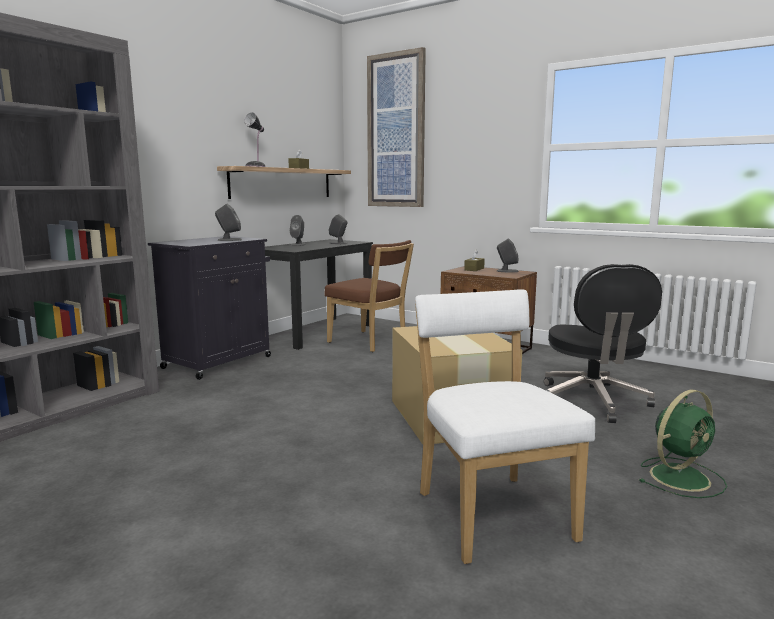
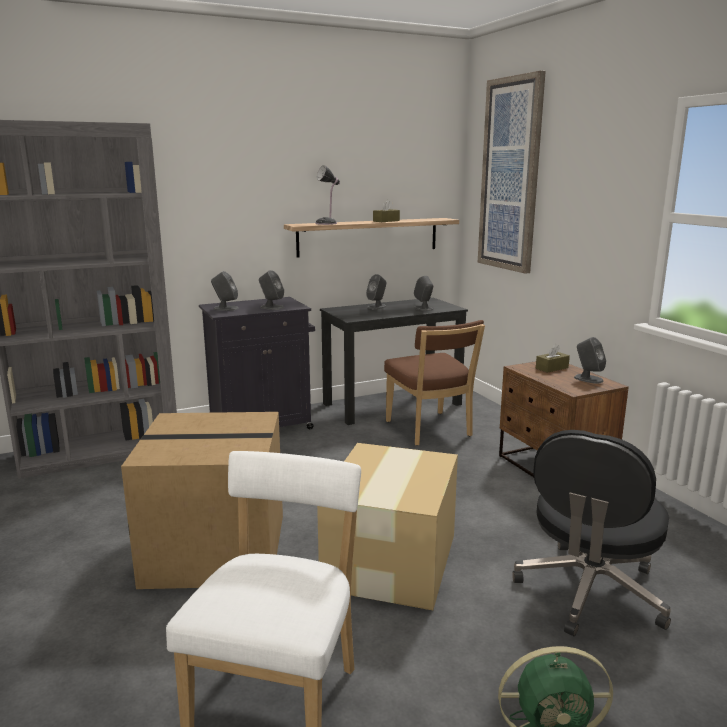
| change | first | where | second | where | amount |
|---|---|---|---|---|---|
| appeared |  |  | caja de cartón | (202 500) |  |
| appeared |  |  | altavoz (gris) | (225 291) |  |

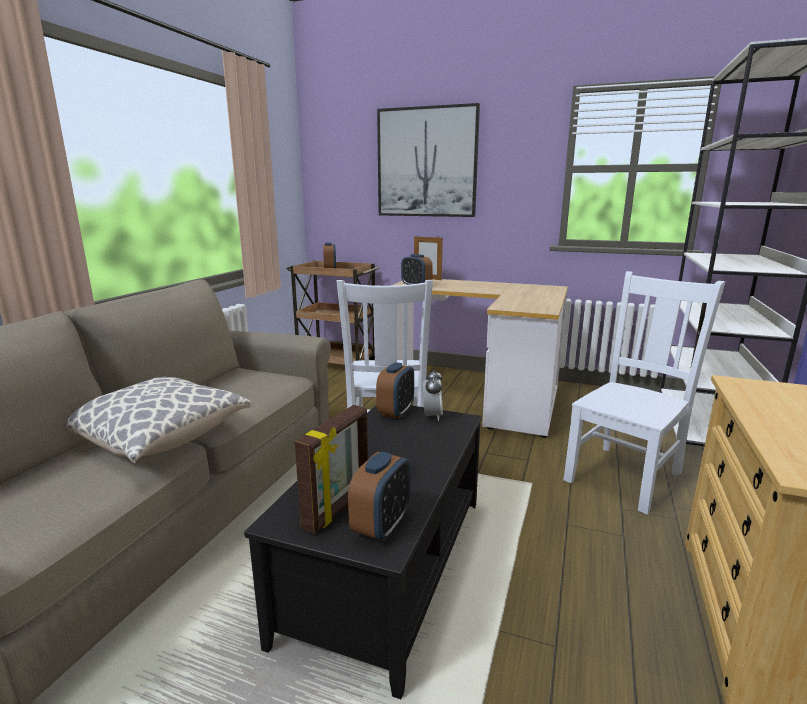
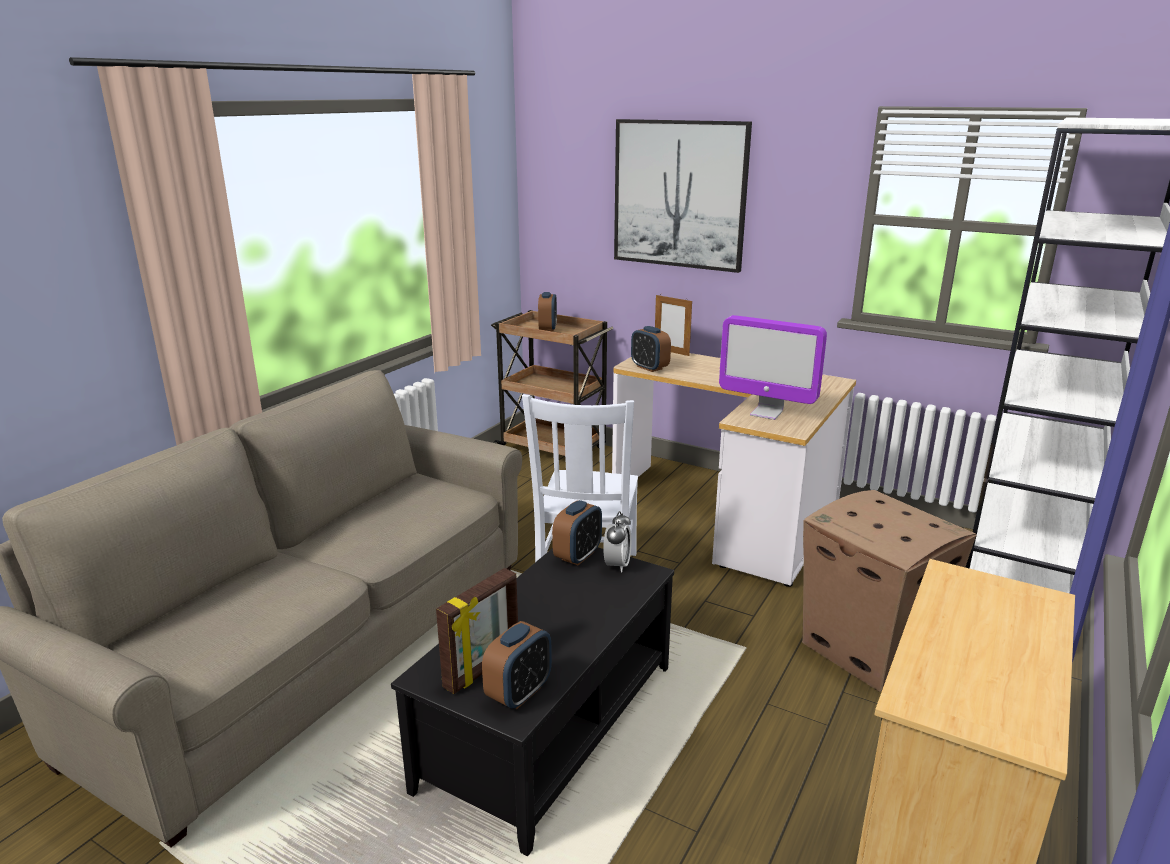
| change | first | where | second | where | amount |
|---|---|---|---|---|---|
| missing | cojín | (159 420) |  |  |  |
| appeared |  |  | monitor | (773 367) |  |
| exchanged | silla (blanco) | (644 393) | caja de cartón | (889 591) |  |

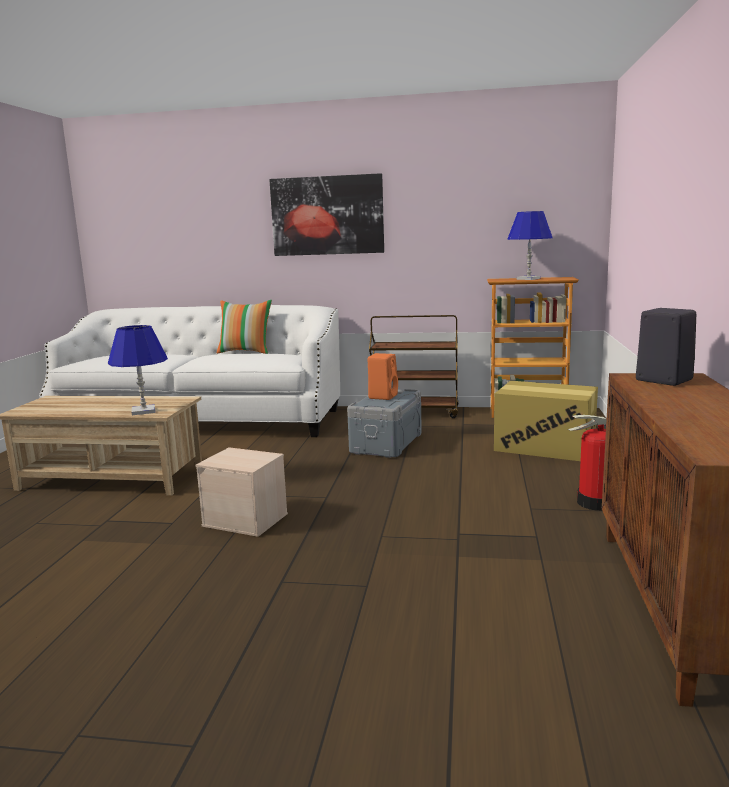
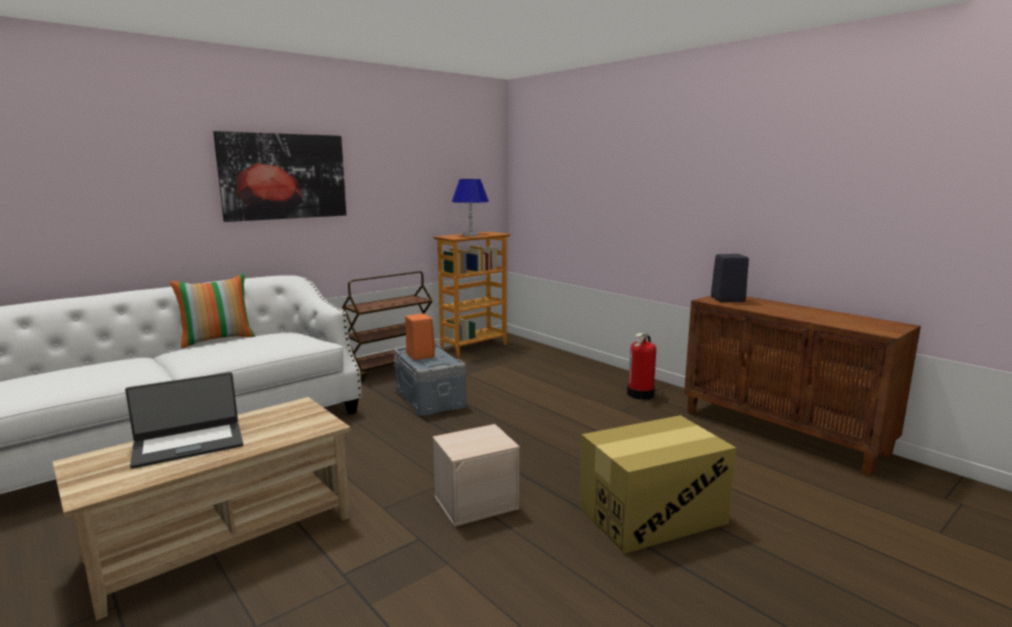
| change | first | where | second | where | amount |
|---|---|---|---|---|---|
| missing | lámpara de mesa (azul) | (138 370) |  |  |  |
| appeared |  |  | portátil | (184 420) |  |
| relocated | caja de cartón | (546 421) |  | (657 484) |  |

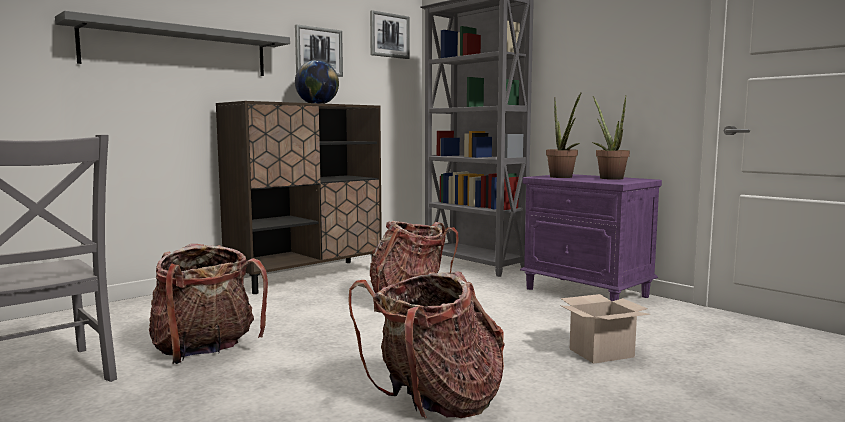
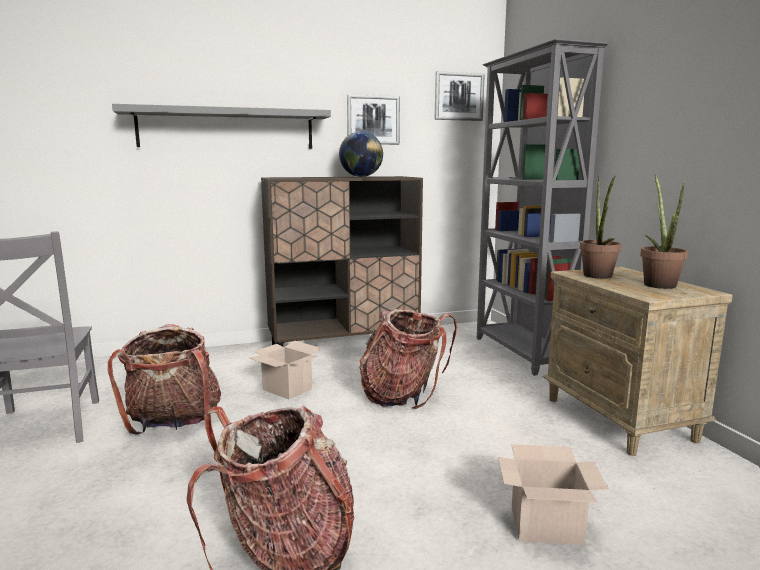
| change | first | where | second | where | amount |
|---|---|---|---|---|---|
| appeared |  |  | caja de cartón | (285 370) |  |
| colour | mesita de noche (morado) | (591 237) | mesita de noche (beis) | (638 361) |  |

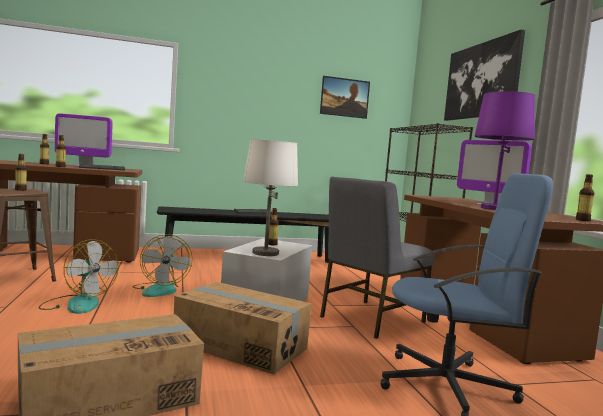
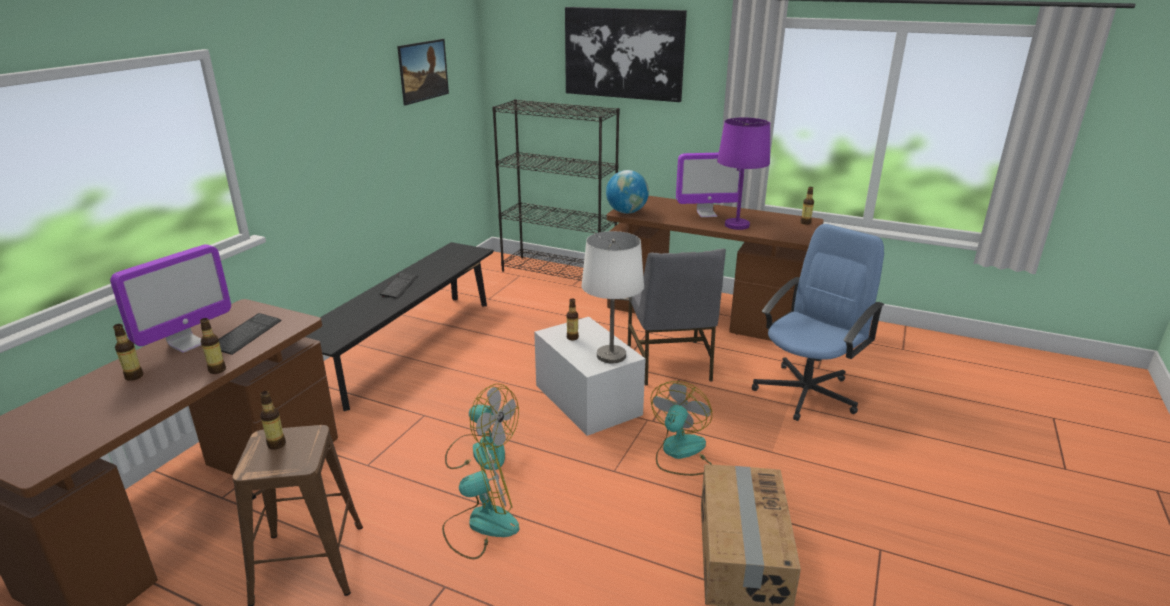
| change | first | where | second | where | amount |
|---|---|---|---|---|---|
| appeared |  |  | globo terráqueo | (627 192) |  |
| exchanged | caja de cartón | (243 328) | ventilador | (682 428) |  |

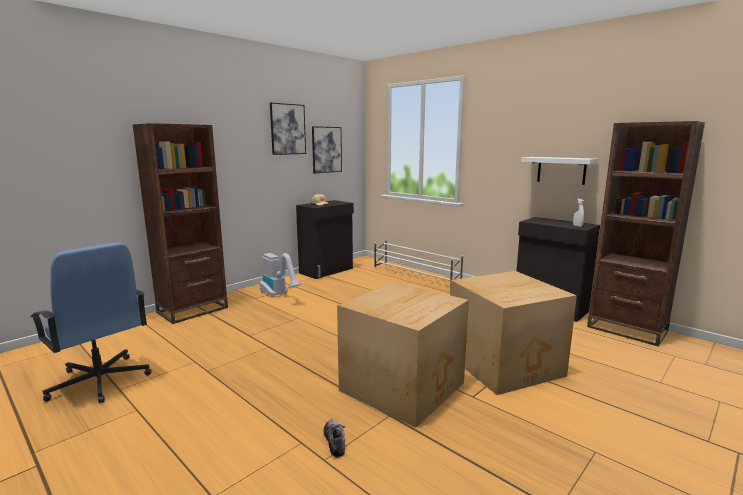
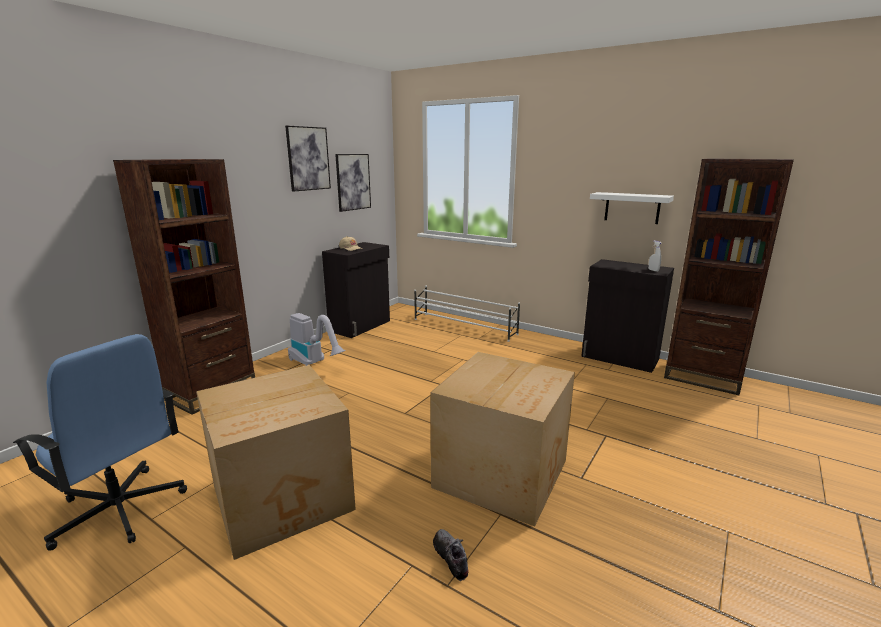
| change | first | where | second | where | amount |
|---|---|---|---|---|---|
| relocated | caja de cartón | (513 333) |  | (276 462) |  |

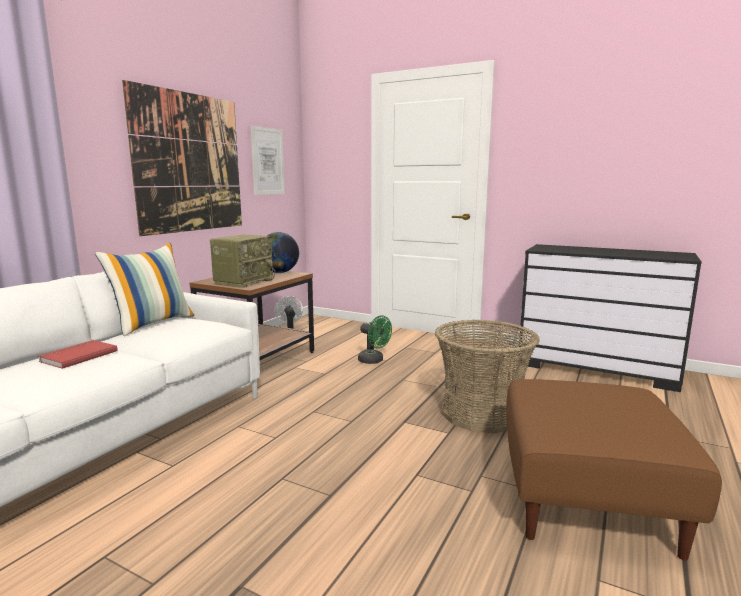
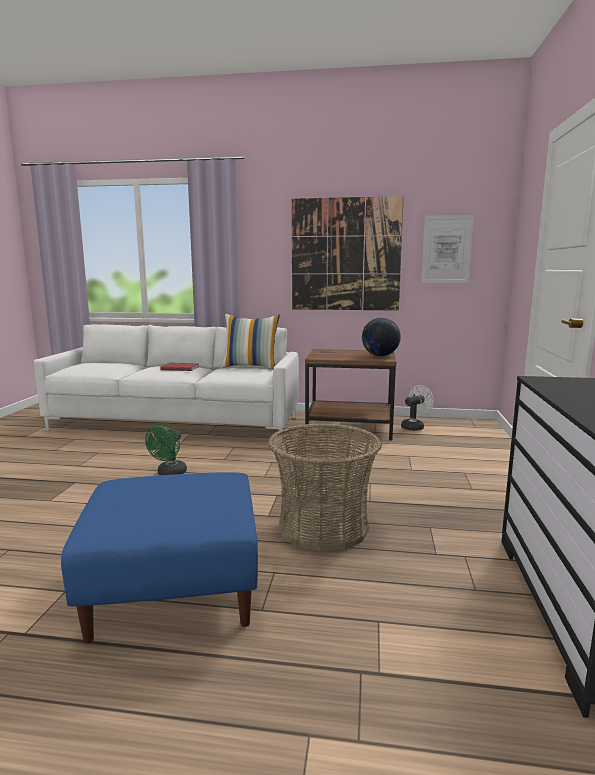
| change | first | where | second | where | amount |
|---|---|---|---|---|---|
| missing | radio | (243 261) |  |  |  |
| relocated | ventilador (verde) | (375 339) |  | (166 449) |  |
| colour | puf (marrón) | (614 470) | puf (azul) | (159 557) |  |

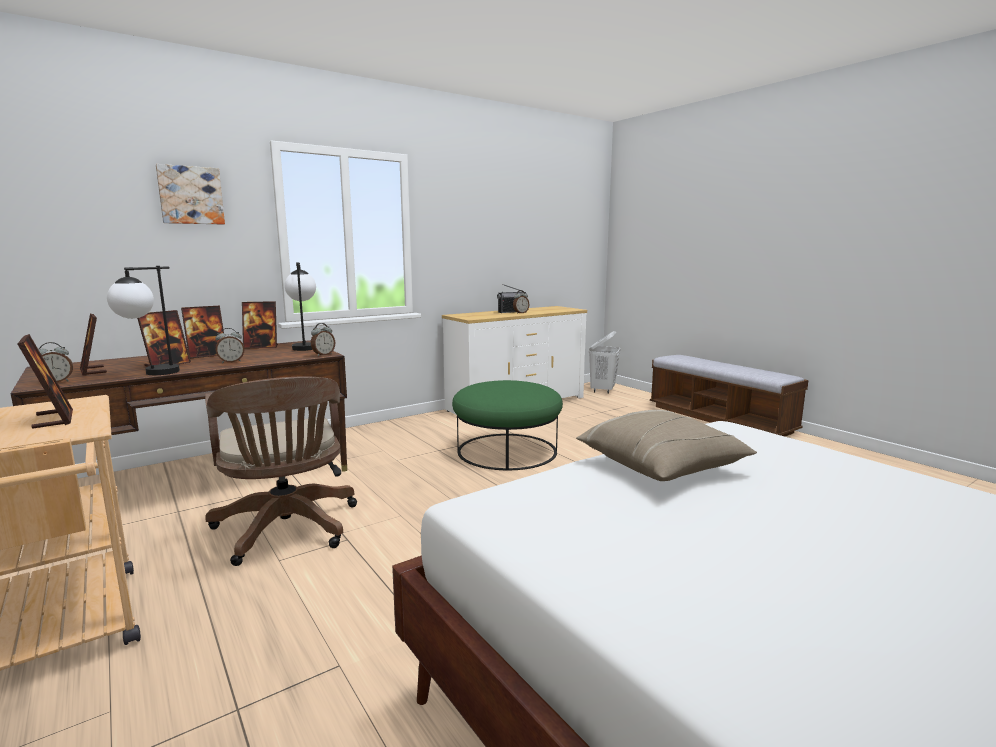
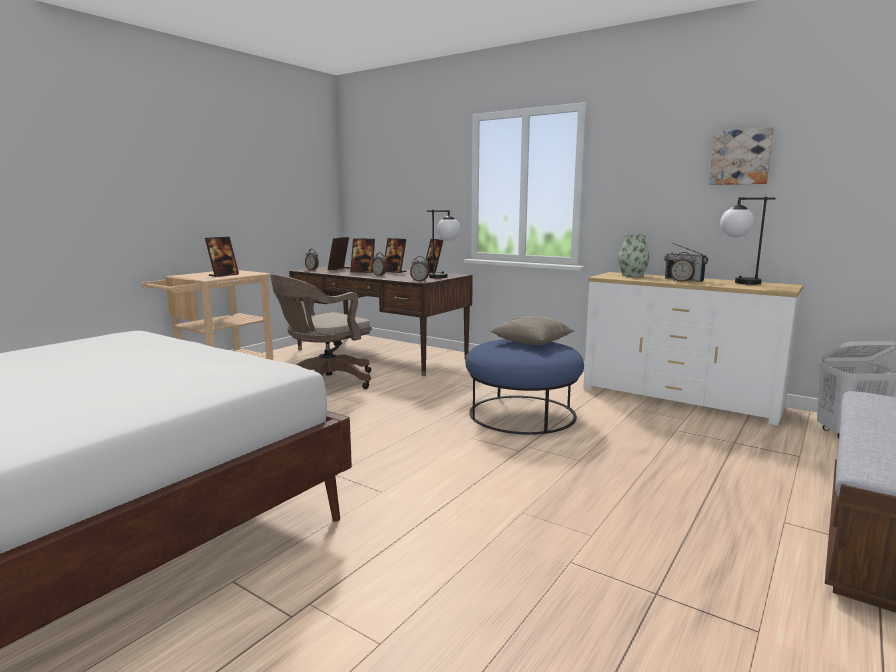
| change | first | where | second | where | amount |
|---|---|---|---|---|---|
| appeared |  |  | florero | (634 255) |  |
| relocated | lámpara de mesa | (143 320) |  | (748 241) |  |
| relocated | cuadro | (190 194) |  | (741 156) |  |
| relocated | cojín (beis) | (666 445) |  | (532 330) |  |
| colour | puf (verde) | (507 425) | puf (azul) | (524 387) |  |

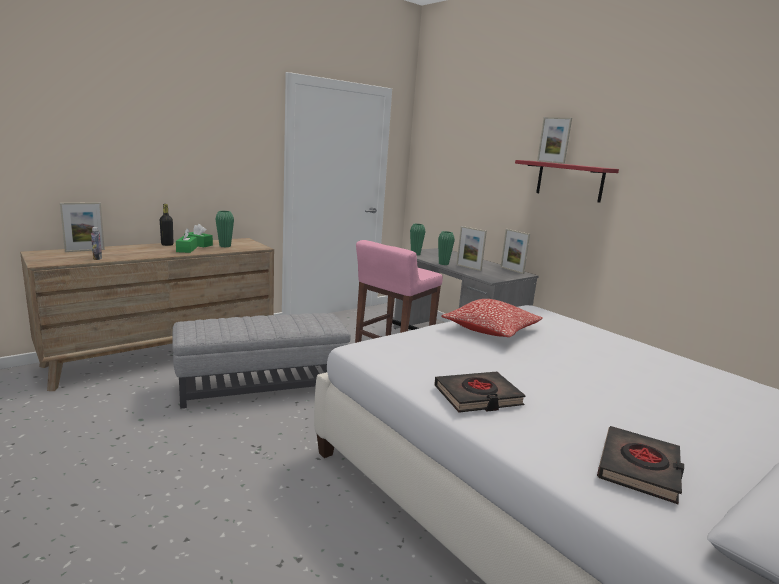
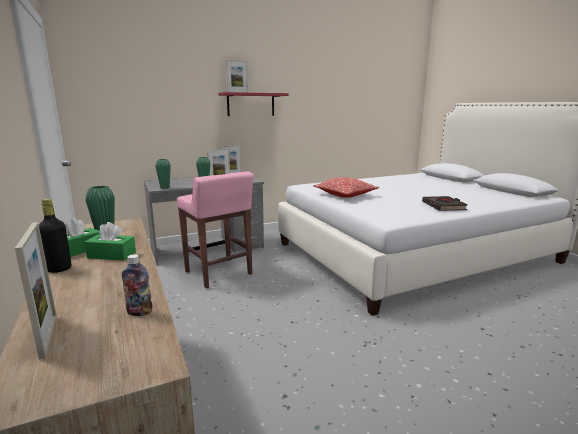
| change | first | where | second | where | amount |
|---|---|---|---|---|---|
| missing | puf (gris) | (261 361) |  |  |  |
| missing | libro (negro) | (640 465) |  |  |  |

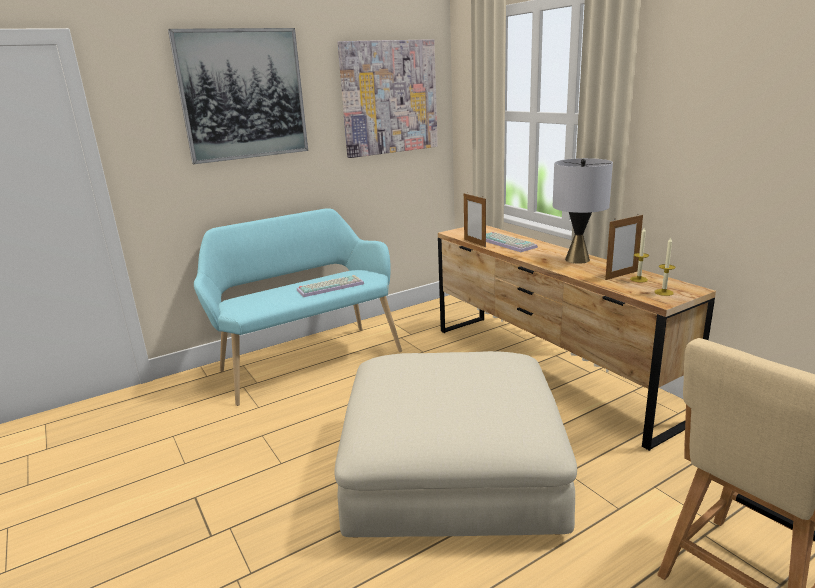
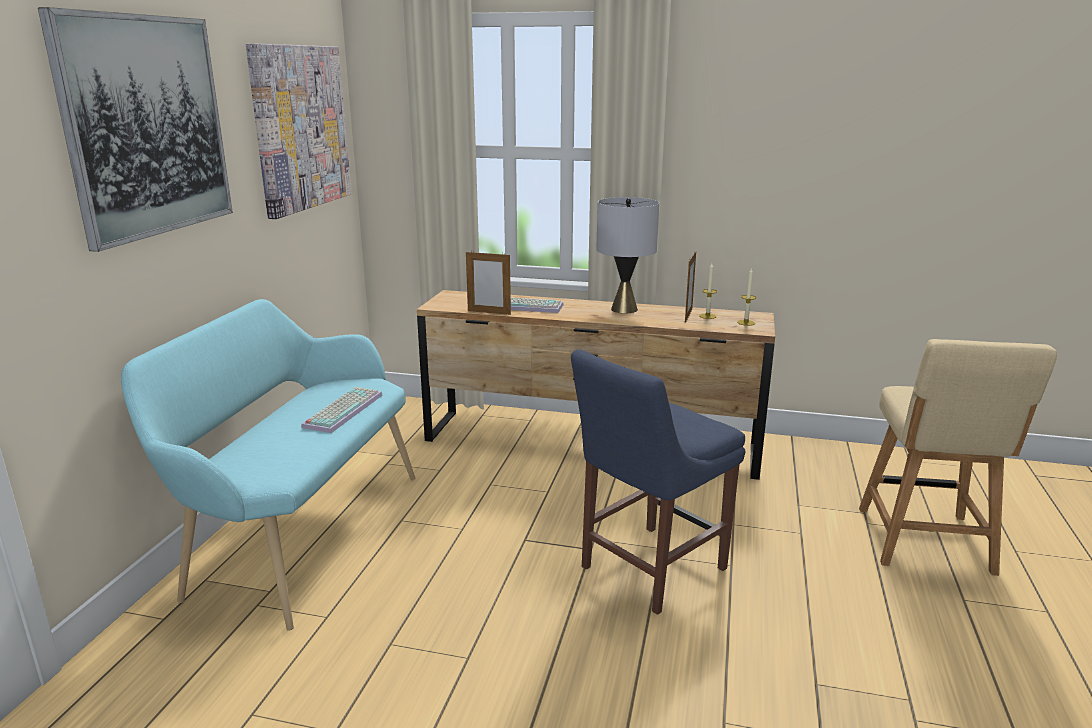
| change | first | where | second | where | amount |
|---|---|---|---|---|---|
| exchanged | puf (beis) | (455 444) | silla (azul) | (658 482) |  |

